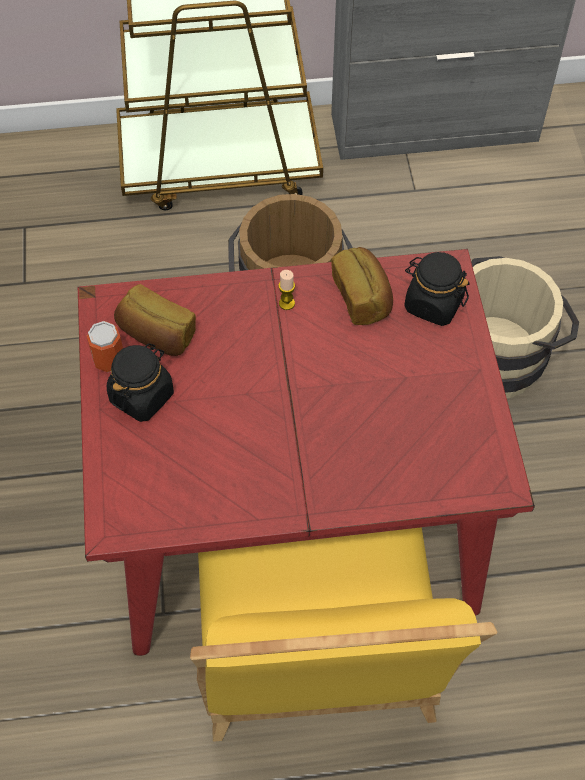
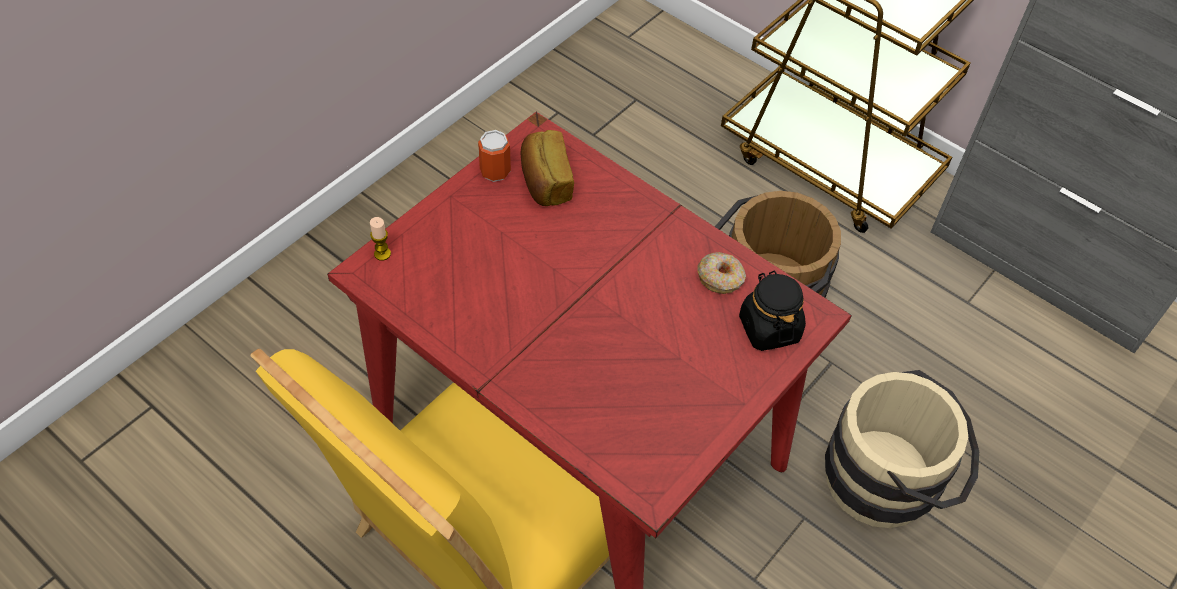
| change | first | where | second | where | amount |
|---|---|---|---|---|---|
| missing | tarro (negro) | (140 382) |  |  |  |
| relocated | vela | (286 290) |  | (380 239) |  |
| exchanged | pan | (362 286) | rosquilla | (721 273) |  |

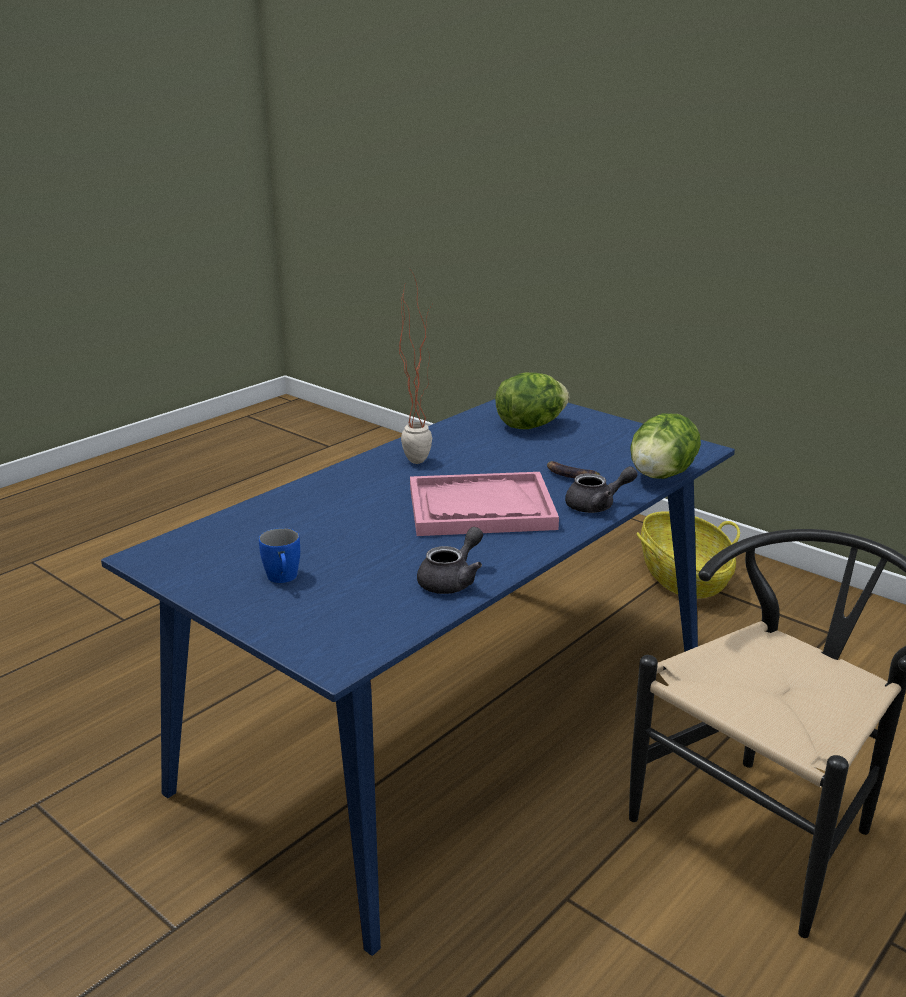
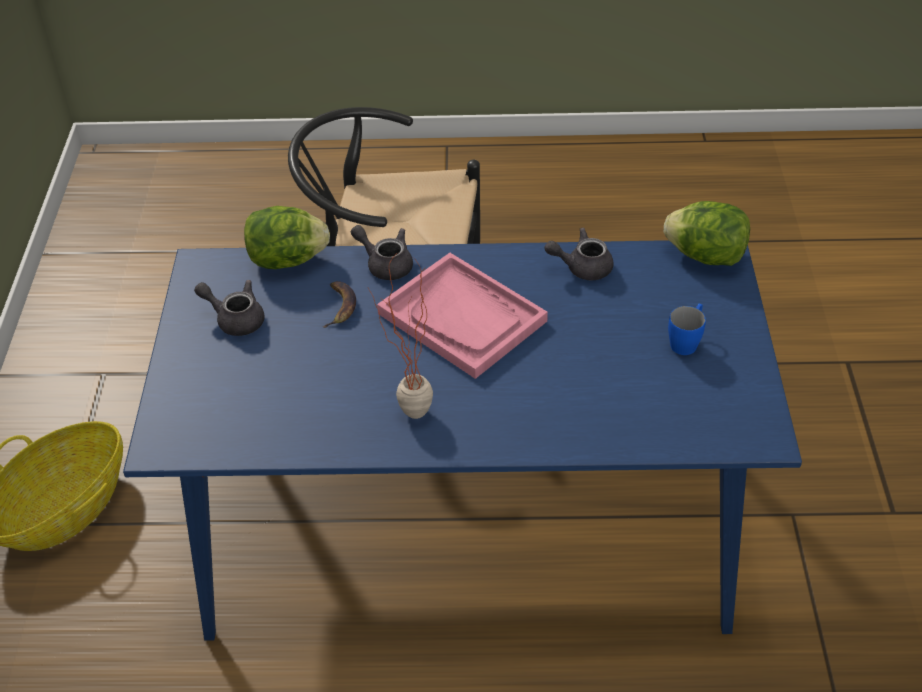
| change | first | where | second | where | amount |
|---|---|---|---|---|---|
| appeared |  |  | tetera (gris) | (229 308) |  |
| relocated | lechuga | (532 401) |  | (707 233) |  |

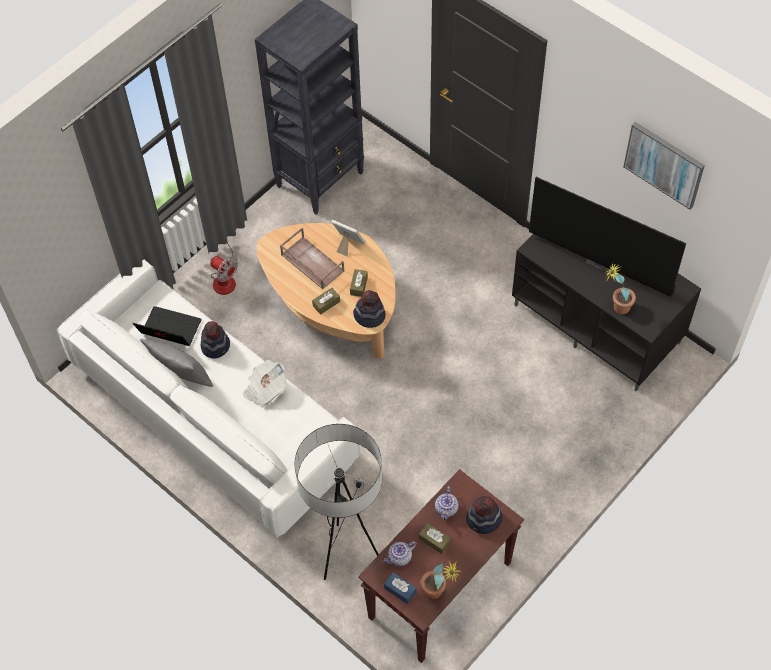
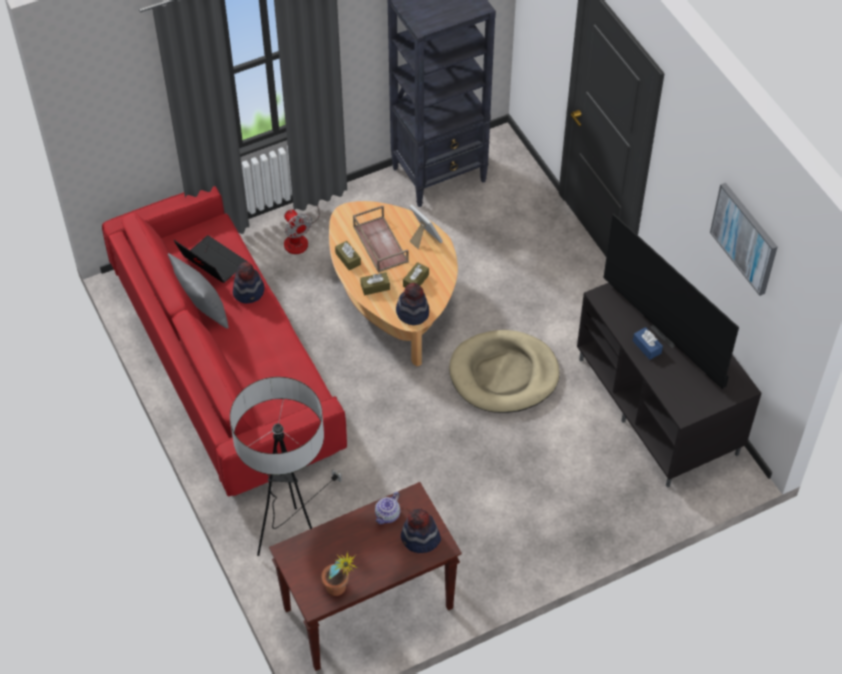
| change | first | where | second | where | amount |
|---|---|---|---|---|---|
| missing | periódico | (265 384) |  |  |  |
| missing | tetera | (400 553) |  |  |  |
| missing | planta en maceta | (620 288) |  |  |  |
| appeared |  |  | cama para perro (beis) | (504 371) |  |
| relocated | caja de pañuelos (azul) | (400 588) |  | (648 343) |  |
| relocated | caja de pañuelos (marrón) | (435 538) |  | (348 255) |  |
| colour | sofá (blanco) | (208 398) | sofá (rojo) | (224 341) |  |

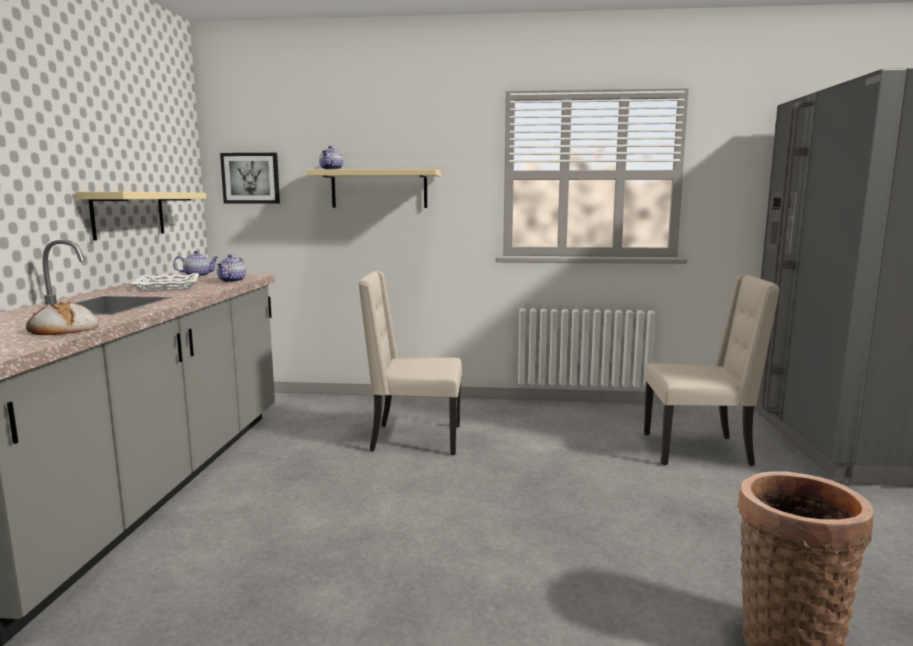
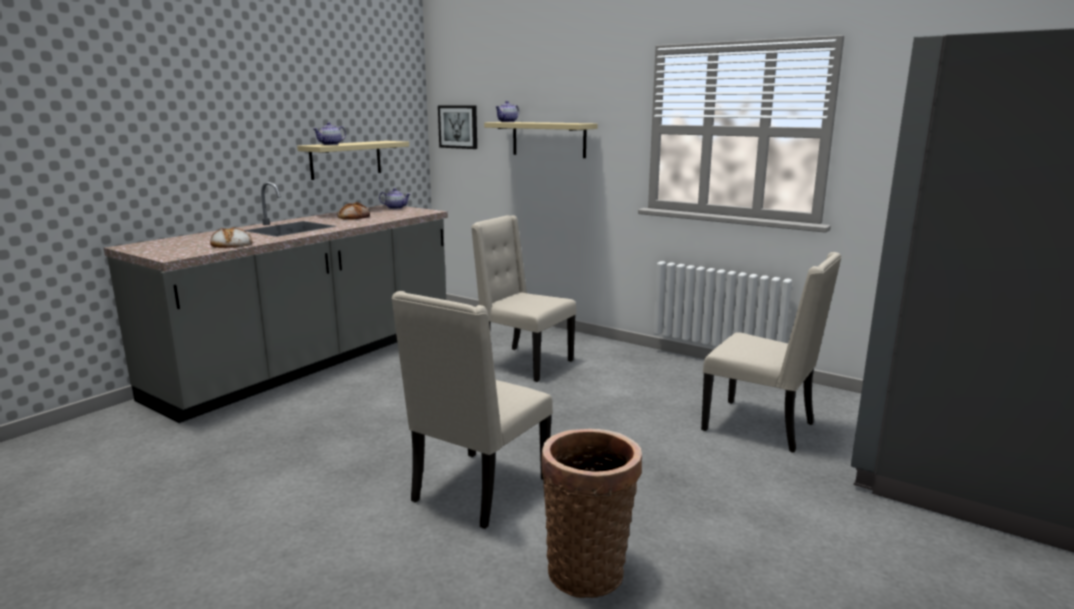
| change | first | where | second | where | amount |
|---|---|---|---|---|---|
| appeared |  |  | silla (beis) | (472 410) |  |
| relocated | tetera | (231 268) |  | (329 133) |  |
| exchanged | bandeja (blanco) | (165 282) | pan | (353 211) |  |

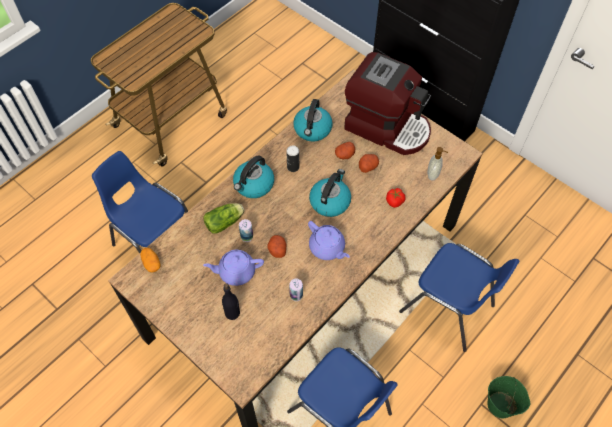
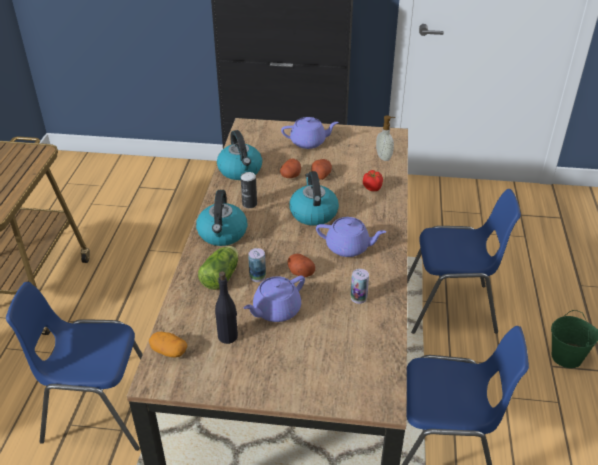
| change | first | where | second | where | amount |
|---|---|---|---|---|---|
| relocated | botella (negro) | (231 301) |  | (226 307) |  |
| exchanged | cafetera | (387 103) | tetera (morado) | (310 133) |  |

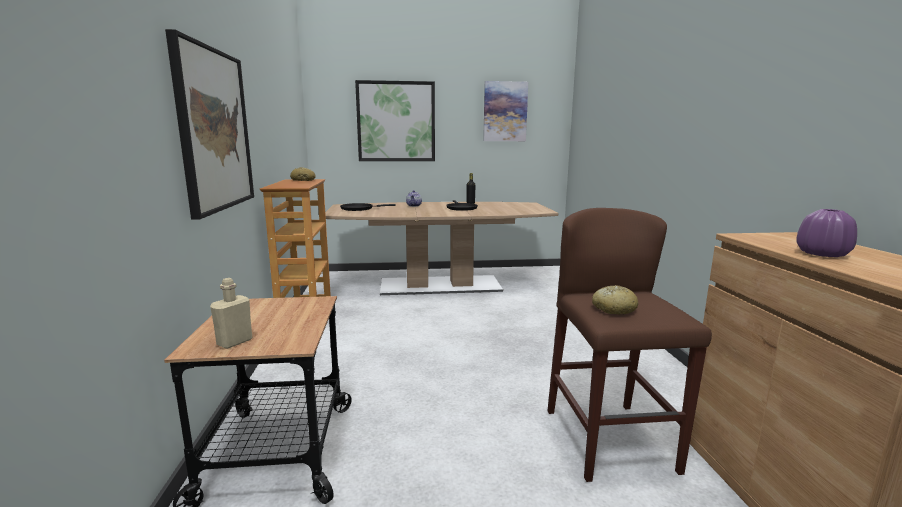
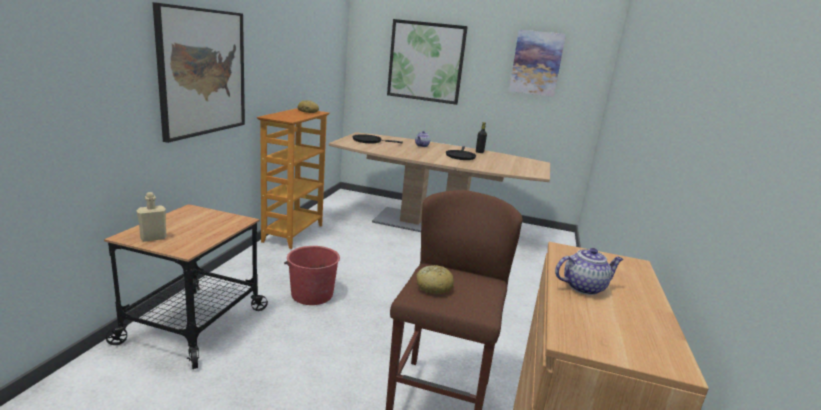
| change | first | where | second | where | amount |
|---|---|---|---|---|---|
| appeared |  |  | cubo (rojo) | (312 275) |  |
| exchanged | florero (morado) | (827 233) | tetera | (589 271) |  |

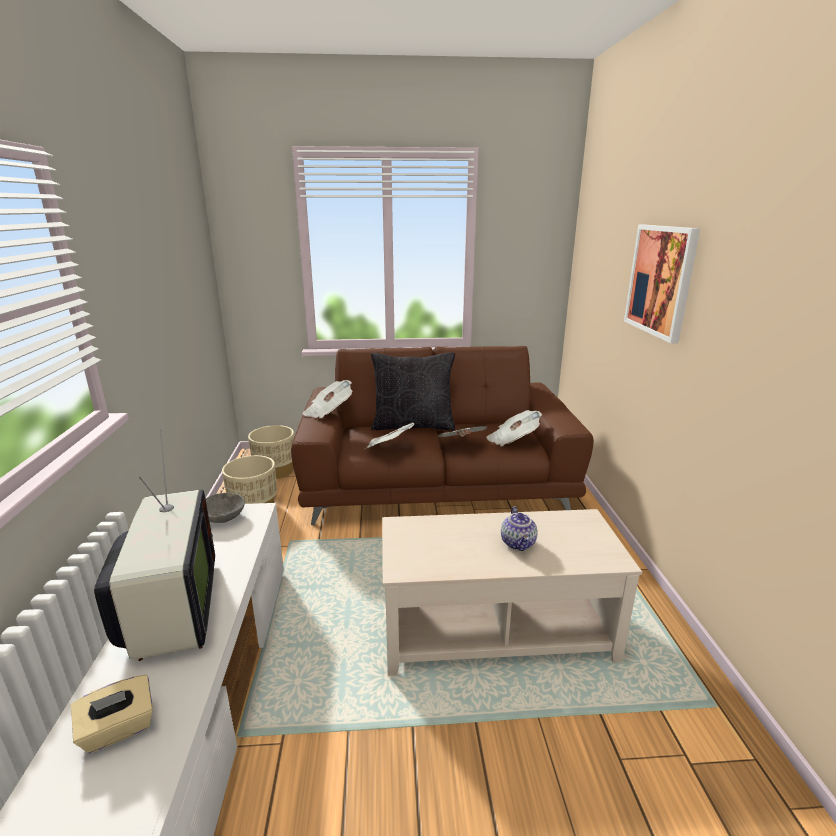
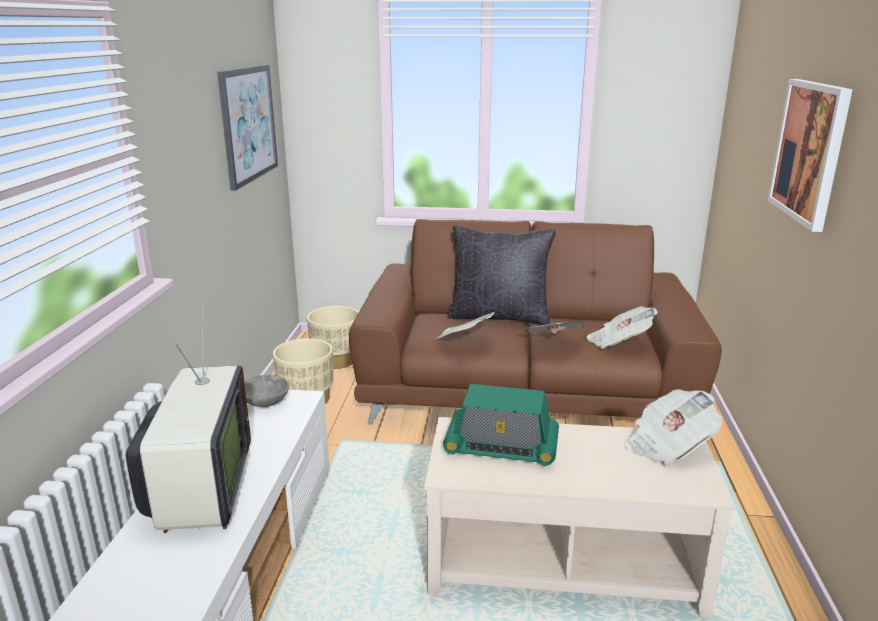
| change | first | where | second | where | amount |
|---|---|---|---|---|---|
| missing | caja de pañuelos (beis) | (112 714) |  |  |  |
| missing | tetera | (519 528) |  |  |  |
| appeared |  |  | cuadro | (247 127) |  |
| appeared |  |  | radio | (501 425) |  |
| relocated | periódico | (327 399) |  | (673 427) |  |

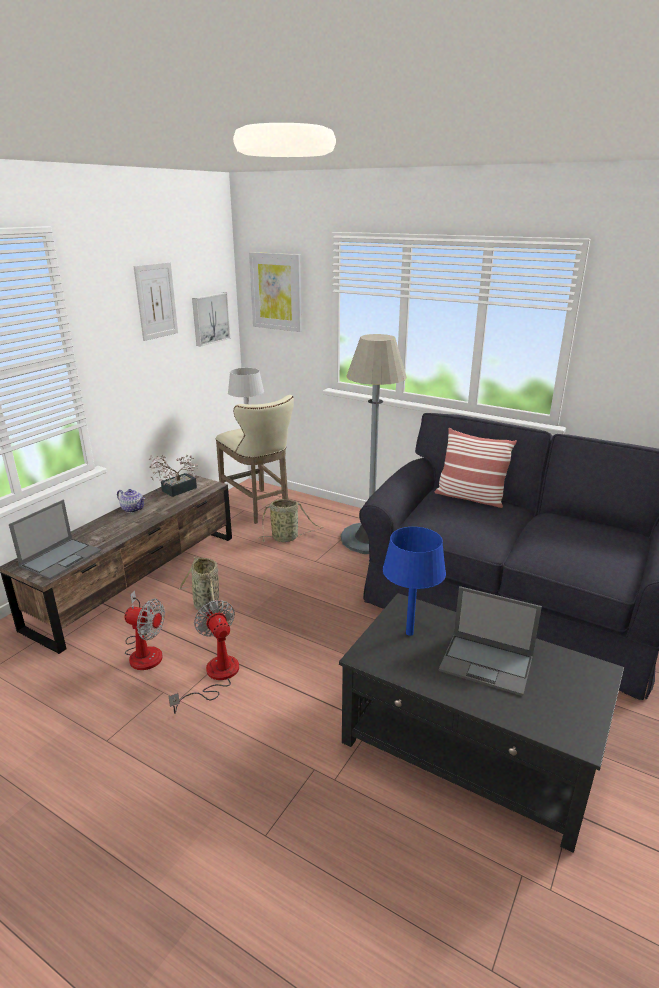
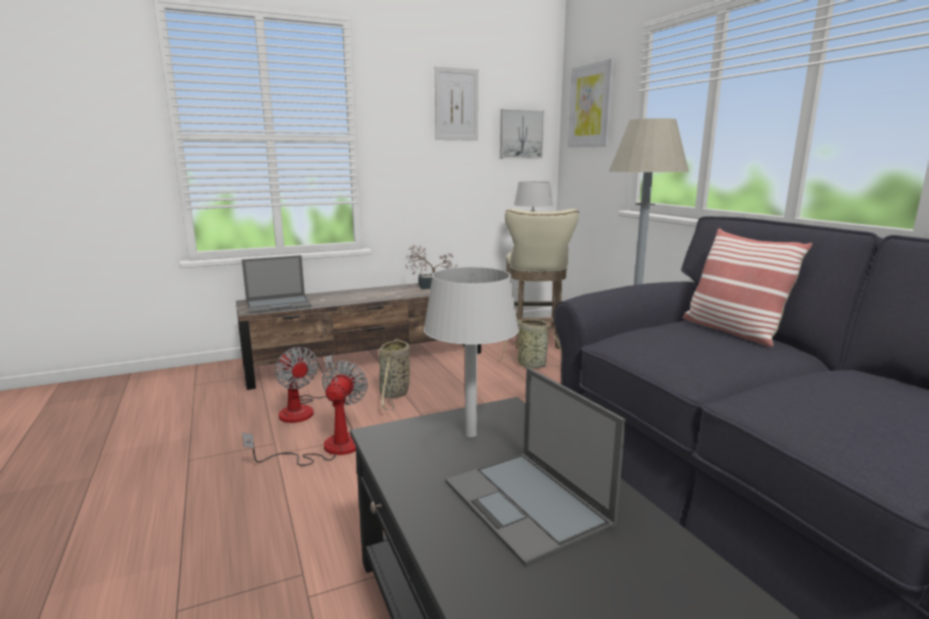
| change | first | where | second | where | amount |
|---|---|---|---|---|---|
| missing | tetera | (131 501) |  |  |  |
| colour | lámpara de mesa (azul) | (414 581) | lámpara de mesa (gris) | (471 352) |  |

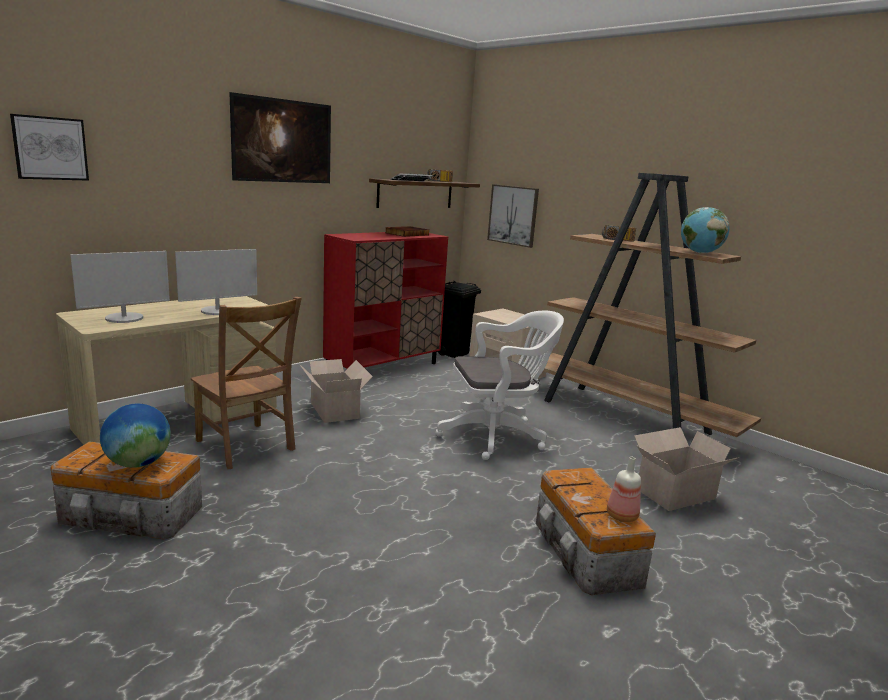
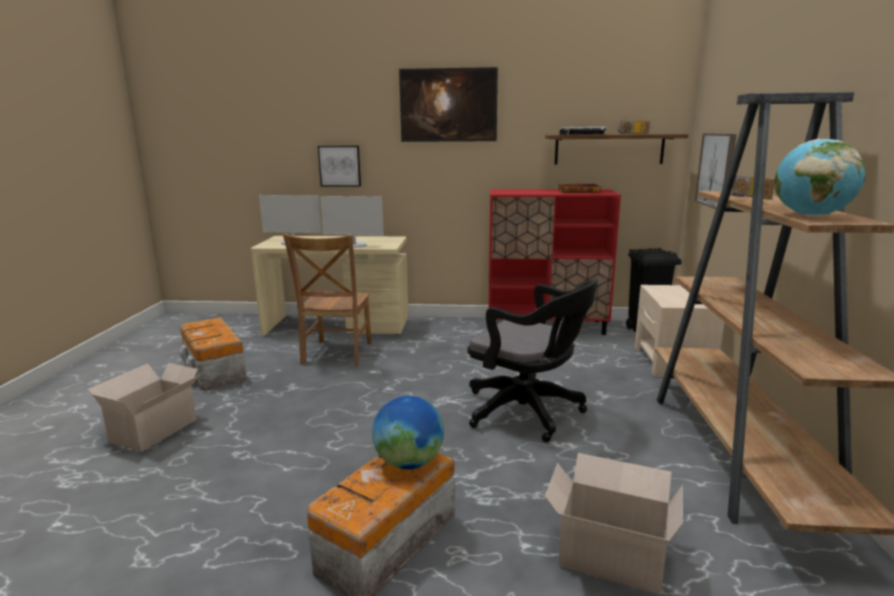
| change | first | where | second | where | amount |
|---|---|---|---|---|---|
| missing | botella | (624 489) |  |  |  |
| relocated | cuadro | (49 147) |  | (339 166) |  |
| relocated | globo terráqueo | (135 436) |  | (408 432) |  |
| relocated | caja de cartón | (336 391) |  | (144 407) |  |
| colour | silla de oficina (blanco) | (499 385) | silla de oficina (negro) | (532 361) |  |

